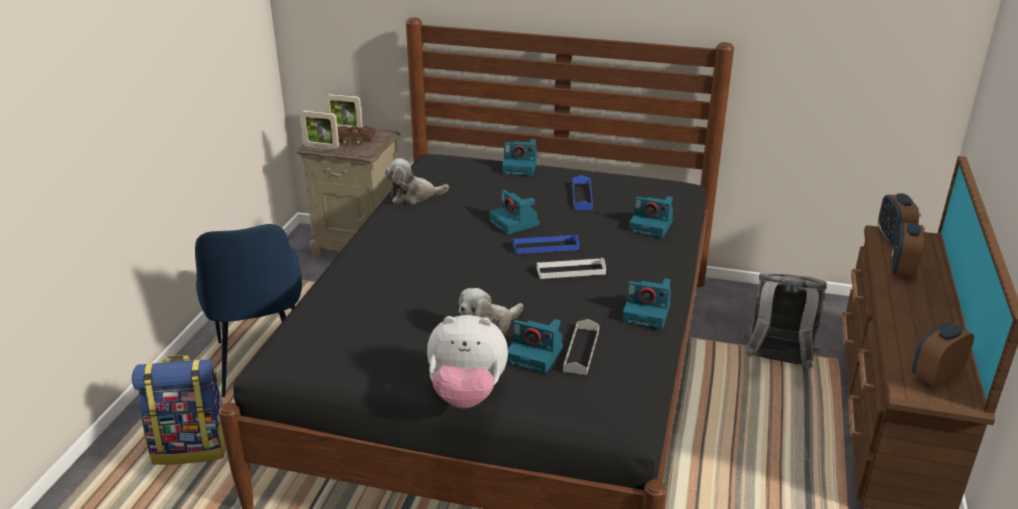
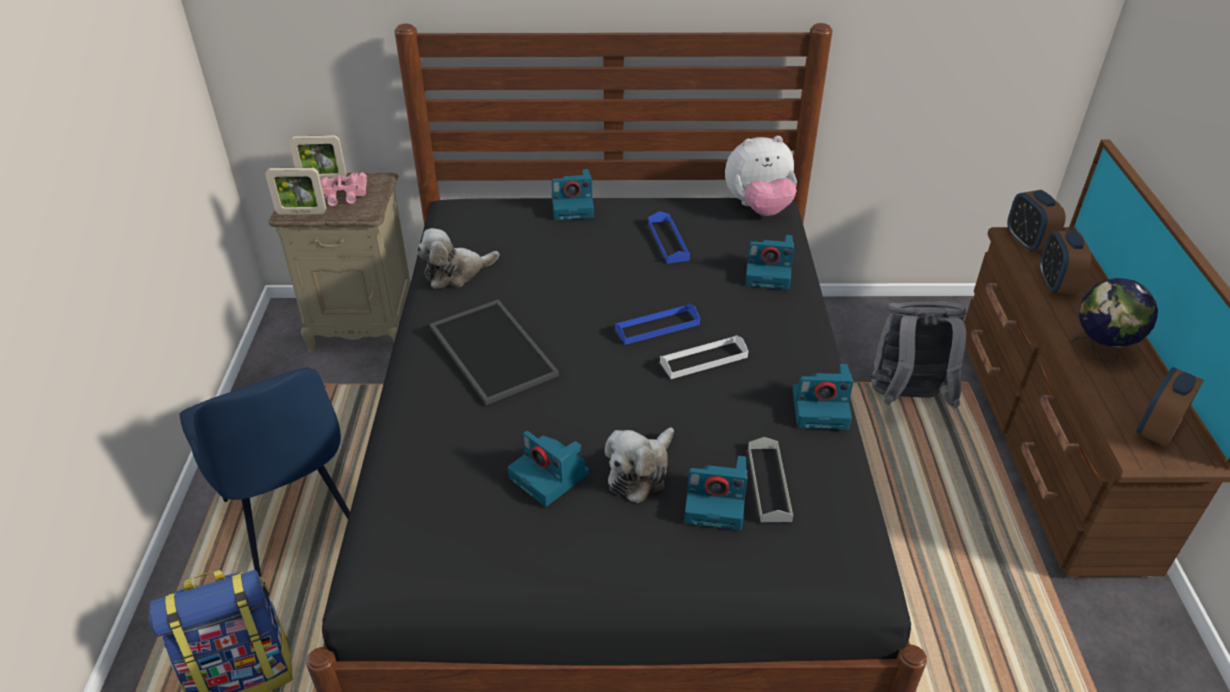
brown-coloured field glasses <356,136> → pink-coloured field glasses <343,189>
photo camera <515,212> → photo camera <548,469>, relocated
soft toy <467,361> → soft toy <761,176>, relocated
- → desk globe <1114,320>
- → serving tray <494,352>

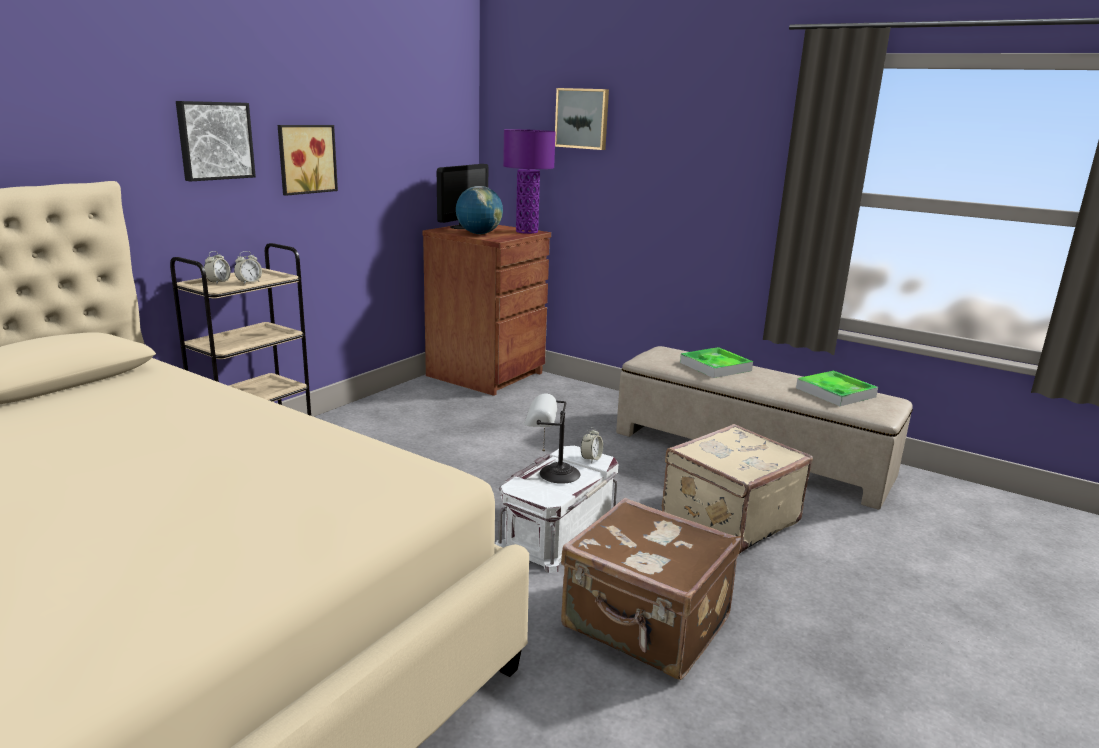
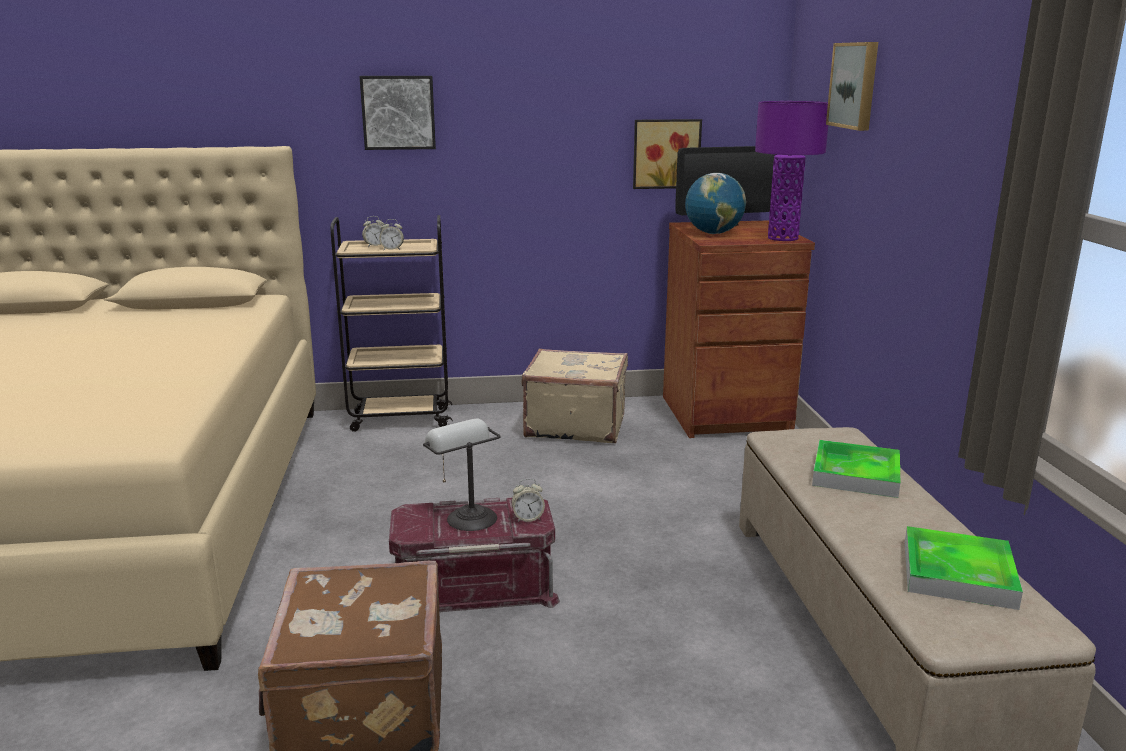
picture <308,160> → picture <667,154>, relocated
sand-coloured travel case <737,489> → sand-coloured travel case <574,396>, relocated
whitish storage bin <556,509> → red storage bin <474,555>

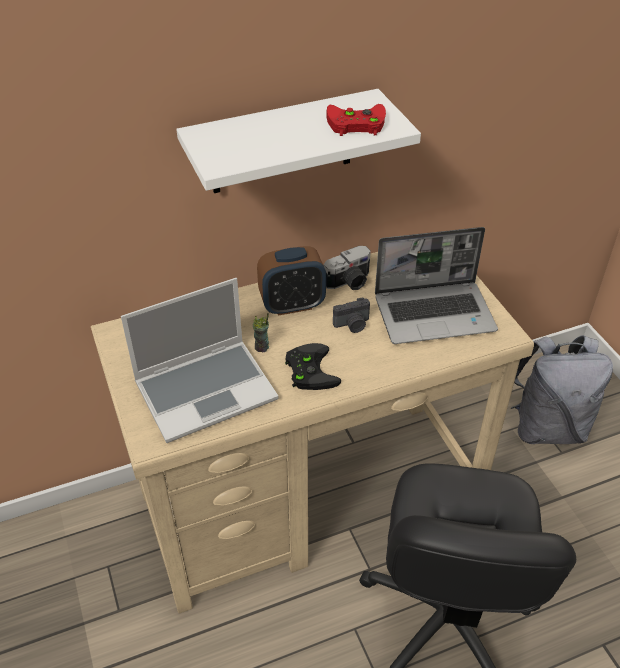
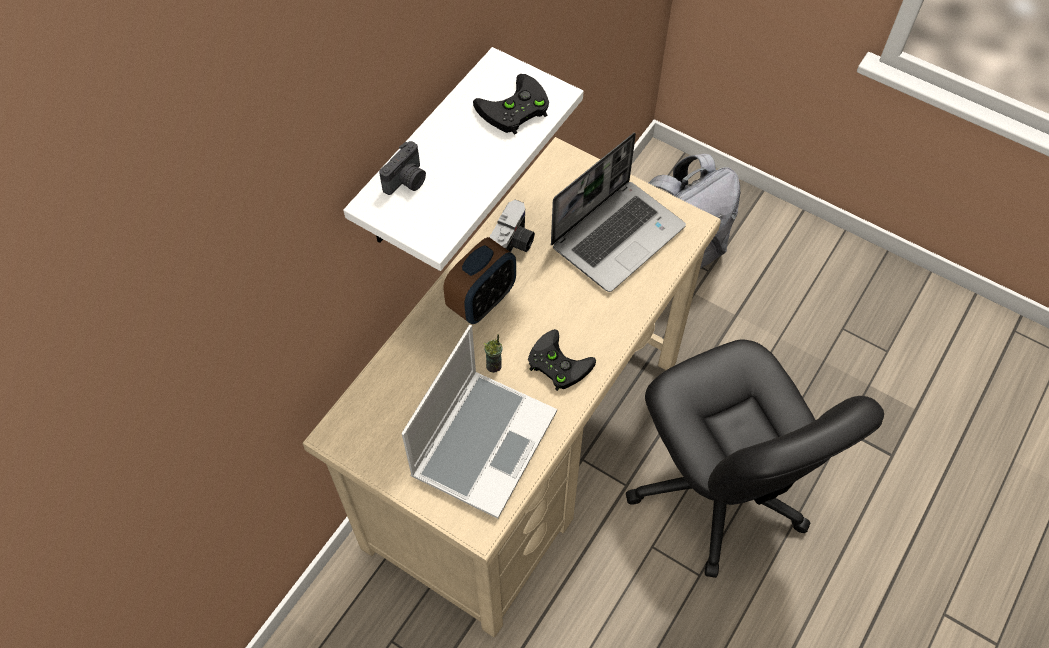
red game controller <356,120> → black-coloured game controller <511,104>
photo camera <351,315> → photo camera <402,168>, relocated

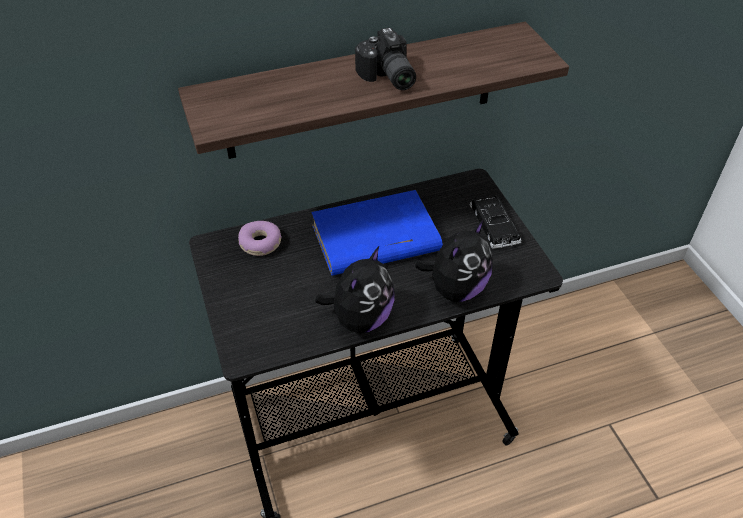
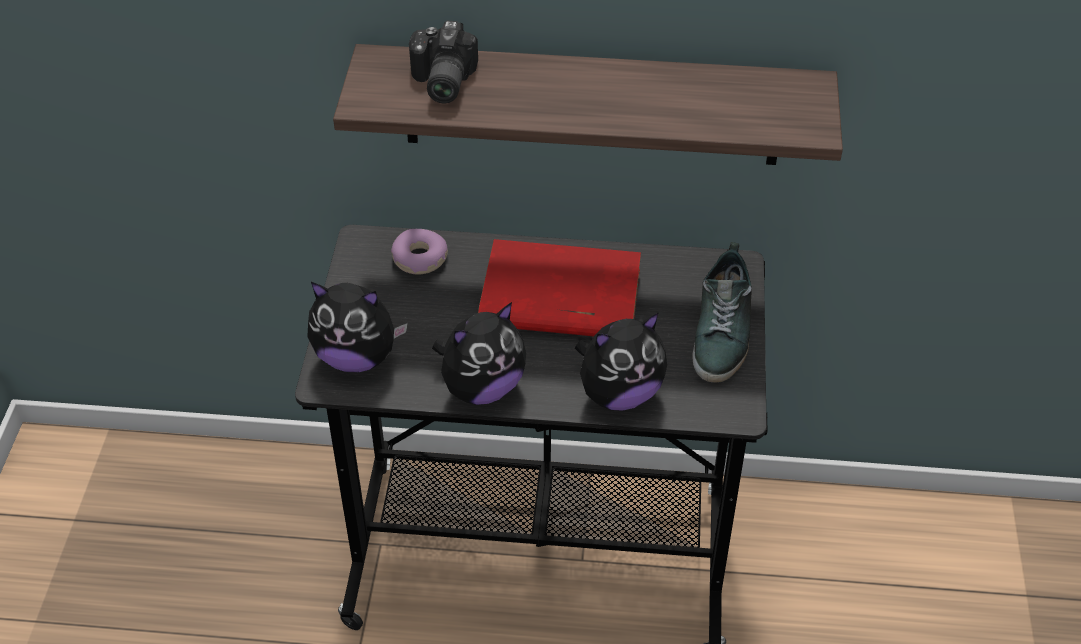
photo camera <385,58> → photo camera <443,62>, relocated
blue-coloured bound book <377,233> → red bound book <559,287>
black-coloured miniature car <496,222> → item of footwear <722,312>
- → soft toy <357,327>

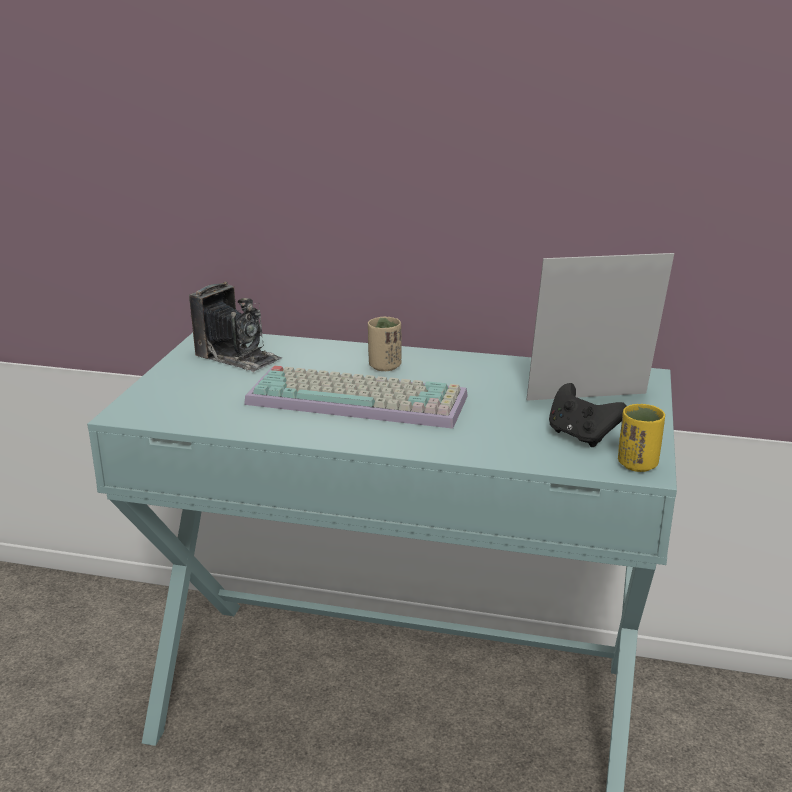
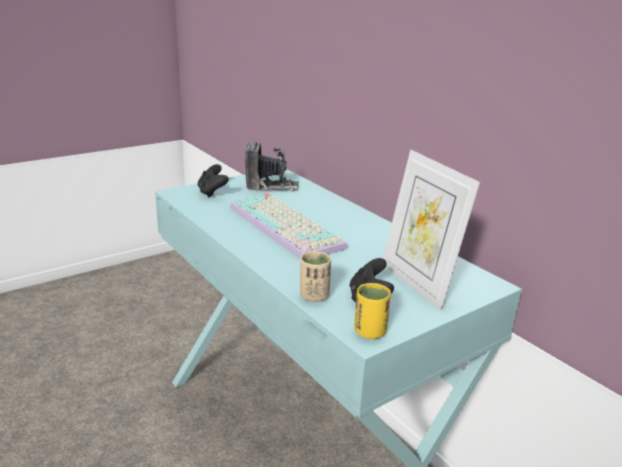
standing frame <600,327> → standing frame <431,230>, 150 degrees counterclockwise
photo camera <236,326> → photo camera <272,166>, 75 degrees counterclockwise
sand-coloured cup <385,344> → sand-coloured cup <315,277>, relocated
- → black-coloured game controller <213,180>

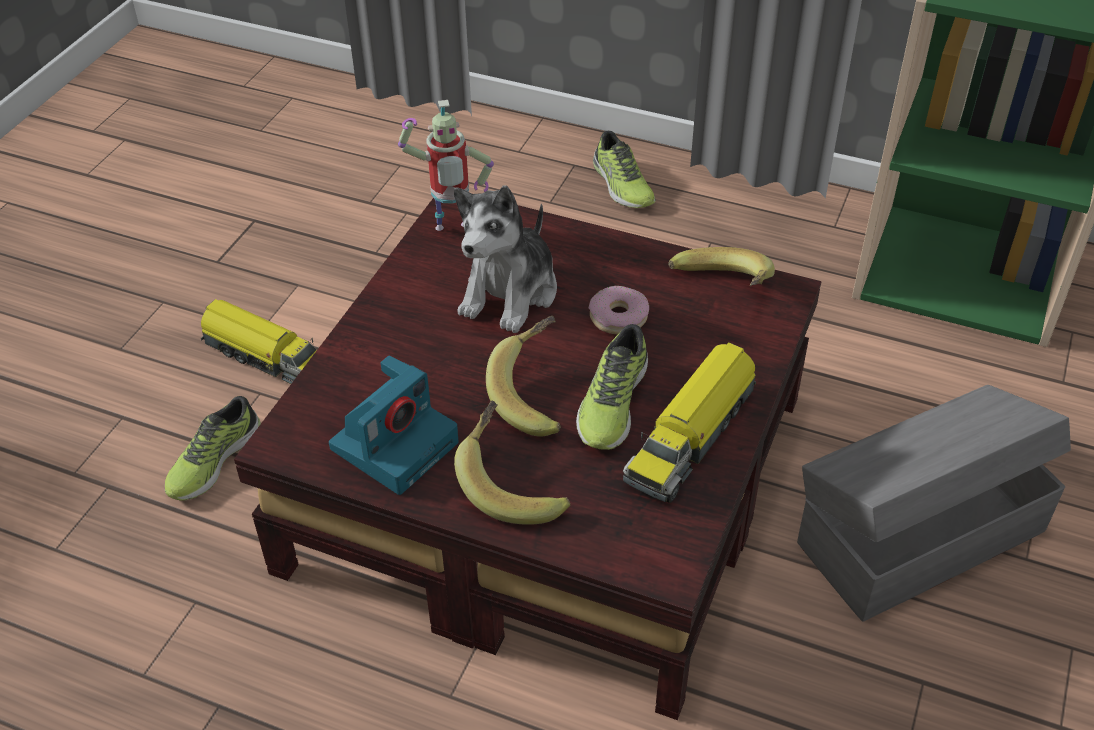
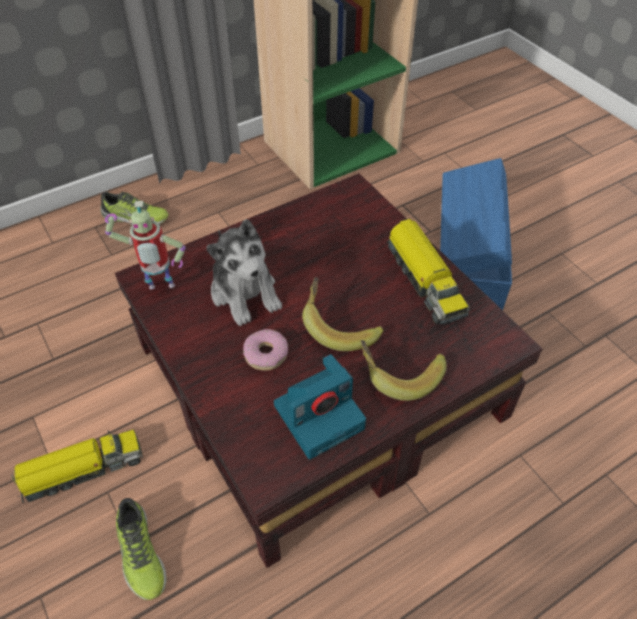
toy robot <446,165> → toy robot <145,245>, 60 degrees clockwise
banana <721,267> → -
doughnut <619,310> → doughnut <265,350>, relocated
item of footwear <612,387> → -
photo camera <394,425> → photo camera <320,406>, 75 degrees clockwise
greyish storage bin <934,503> → blue-coloured storage bin <476,234>

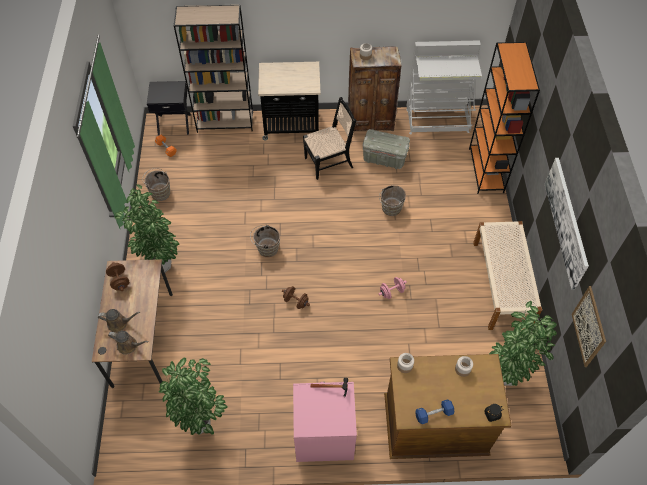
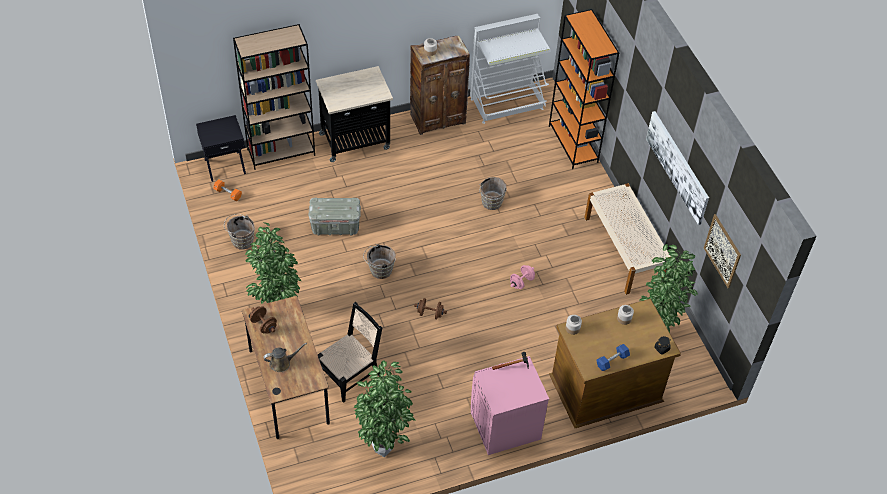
plain chair <329,138> → plain chair <350,352>, relocated
greyish storage bin <386,149> → greyish storage bin <335,216>, relocated
brown-coloured watering pot <128,343> → -

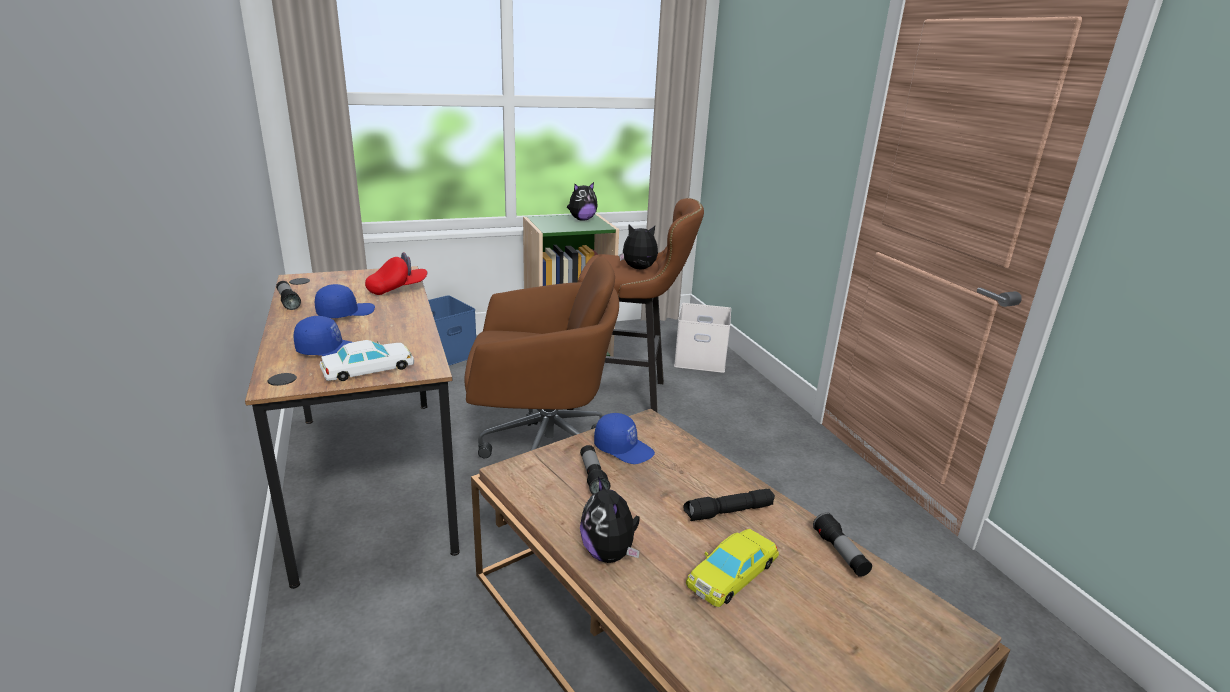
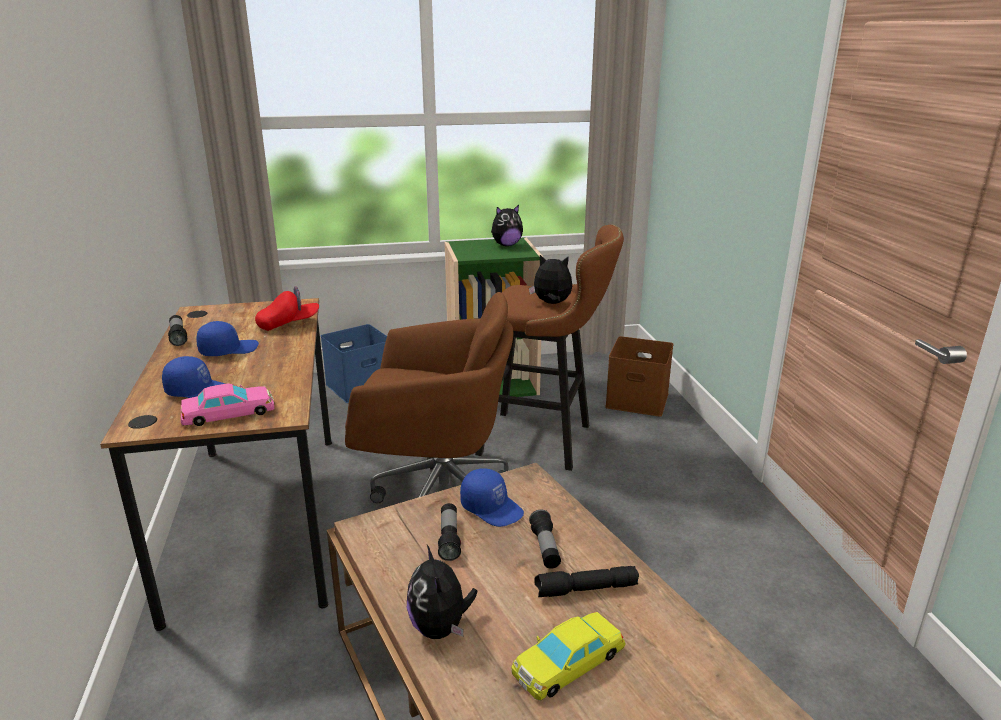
whitish storage bin <702,338> → brown-coloured storage bin <639,376>
whitish miniature car <367,360> → pink-coloured miniature car <227,404>
hand torch <842,544> → hand torch <545,539>, relocated

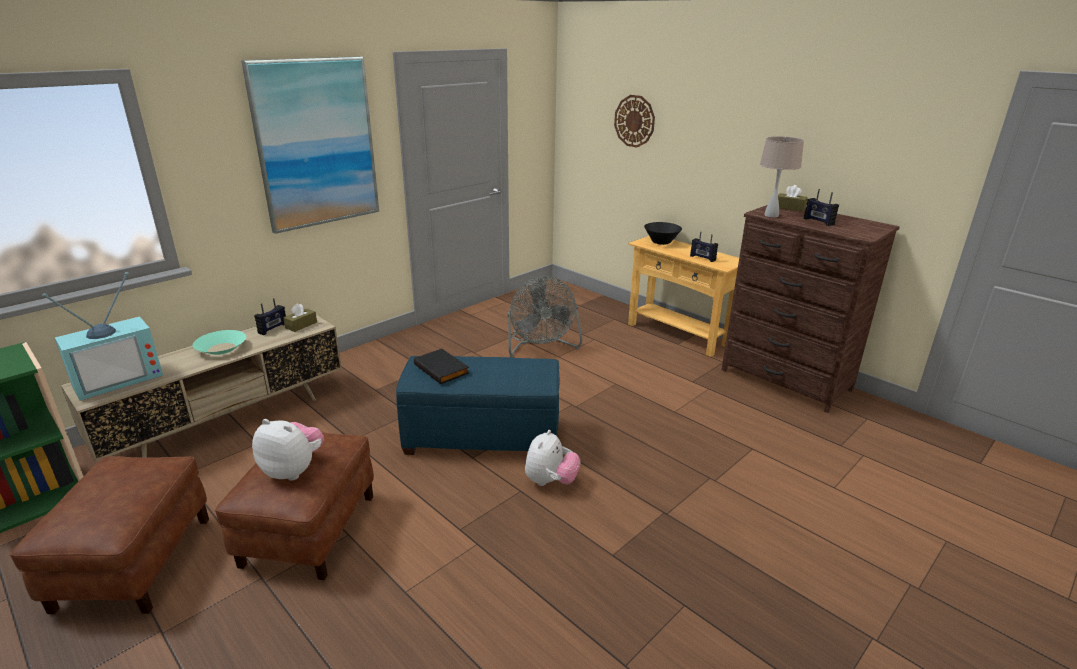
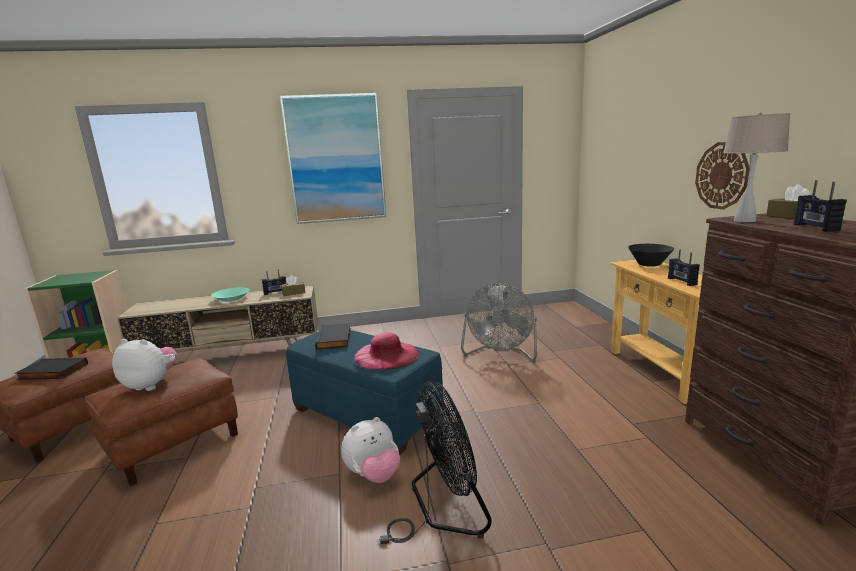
wall clock <634,121> → wall clock <722,176>, relocated
TV set <102,336> → -
soft toy <288,450> → soft toy <144,365>, 45 degrees counterclockwise
- → pink-coloured clothing hat <386,351>
- → black-coloured bound book <51,368>
- → black-coloured fan <435,462>

